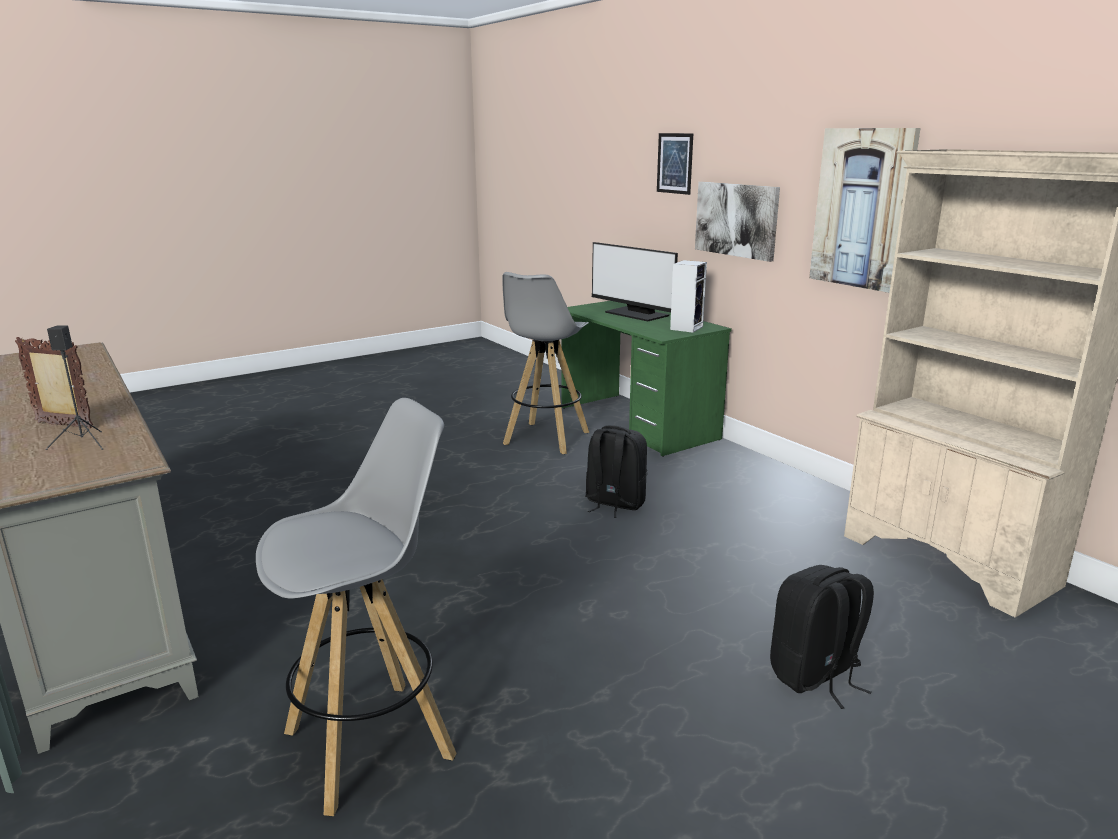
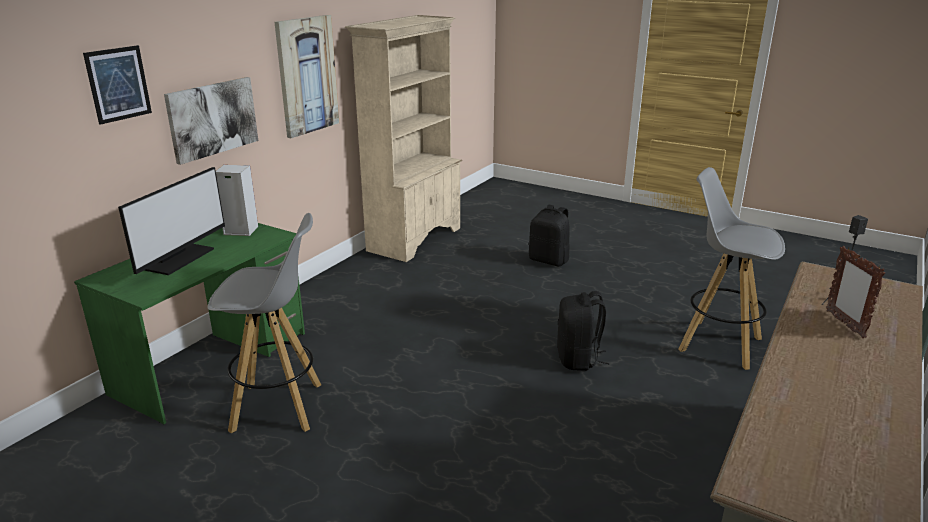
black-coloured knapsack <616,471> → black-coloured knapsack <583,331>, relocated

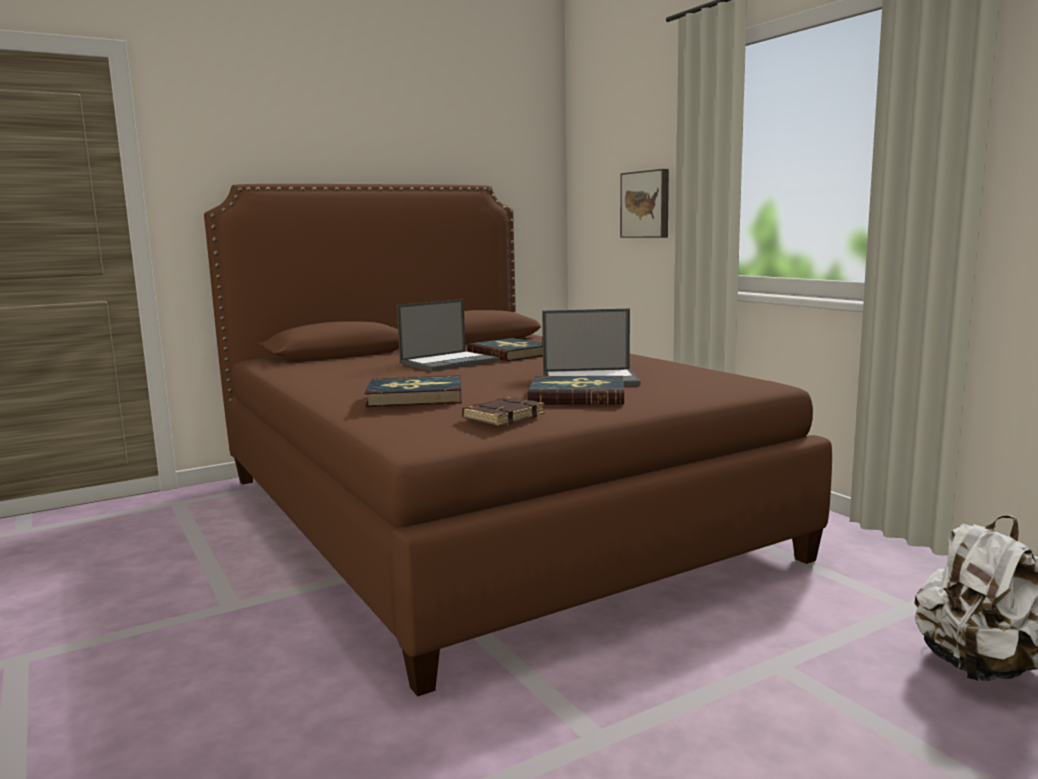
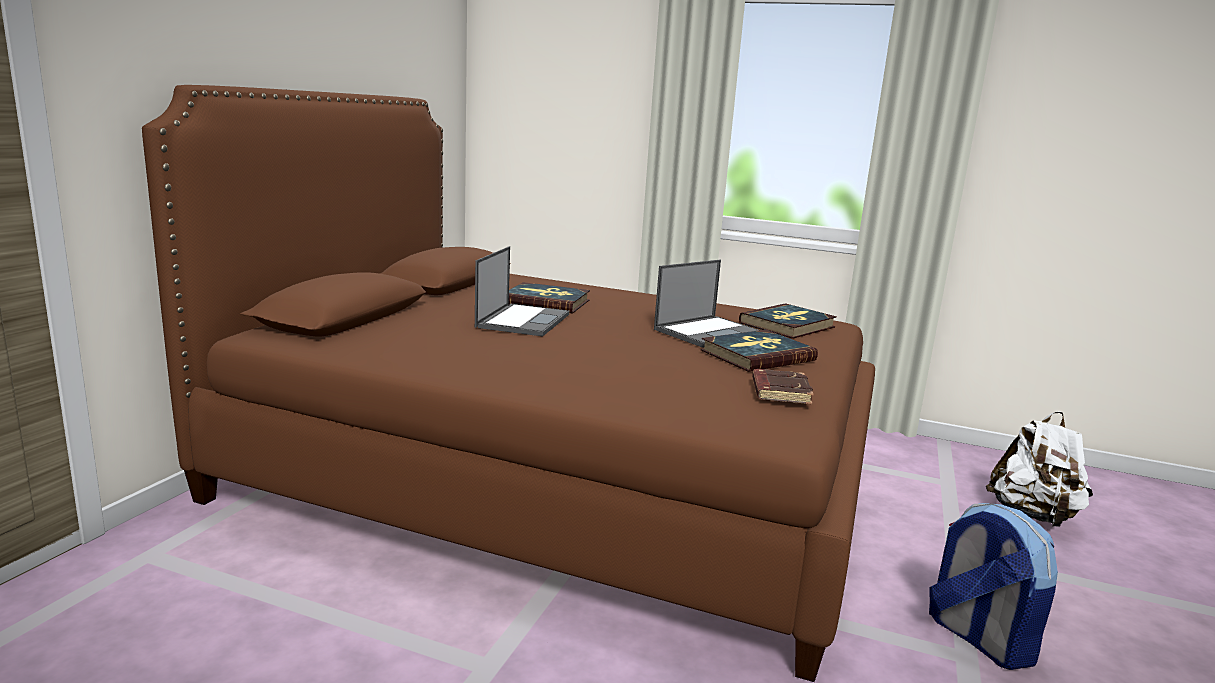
picture <644,203> → -
bound book <413,391> → bound book <788,321>, relocated
- → knapsack <993,586>

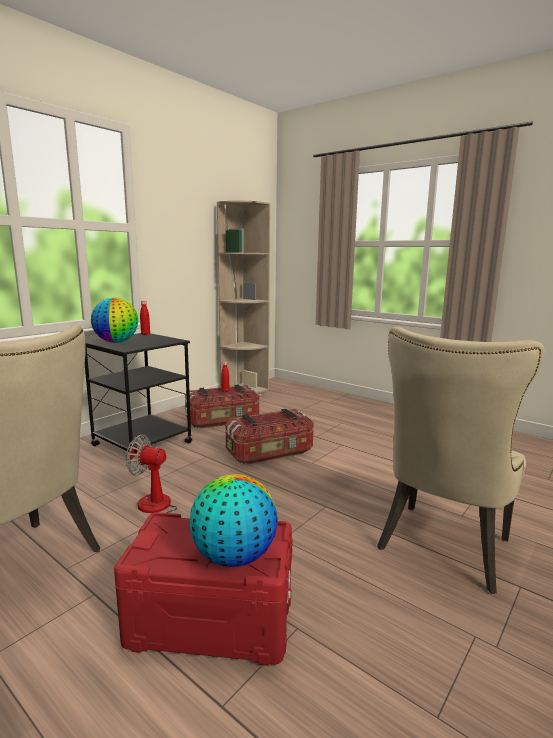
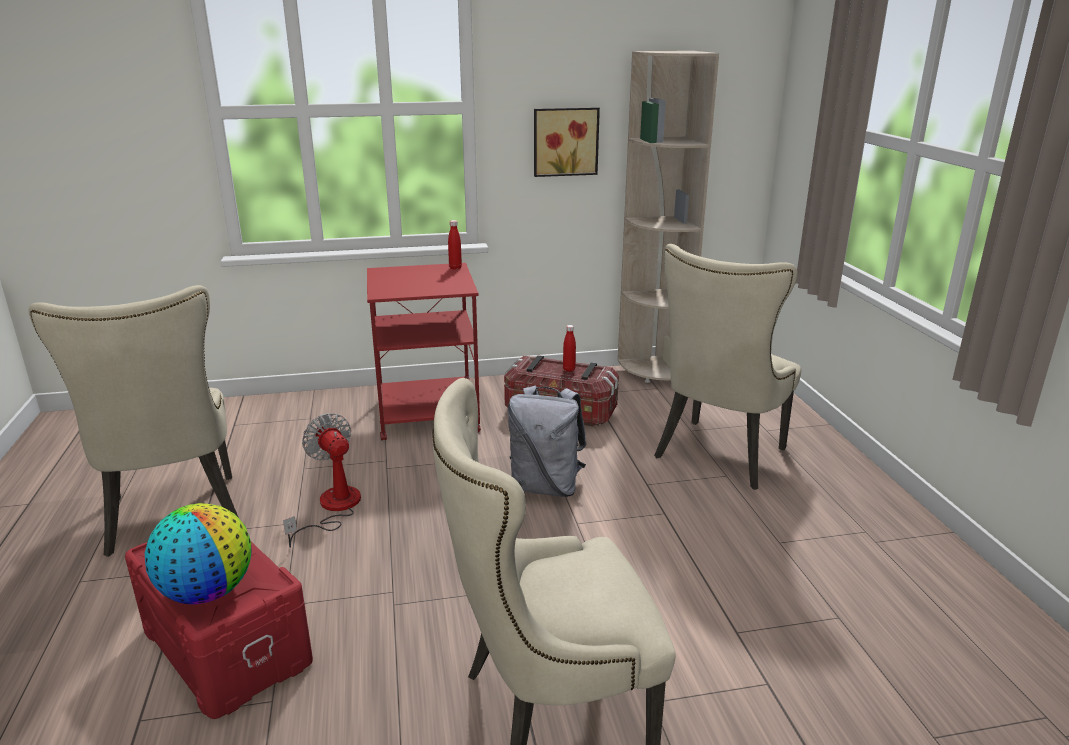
desk globe <114,320> → -
black-coloured cart <138,398> → red cart <424,352>
storage bin <269,437> → greyish knapsack <547,441>
- → picture <567,142>
- → sand-coloured plain chair <727,367>

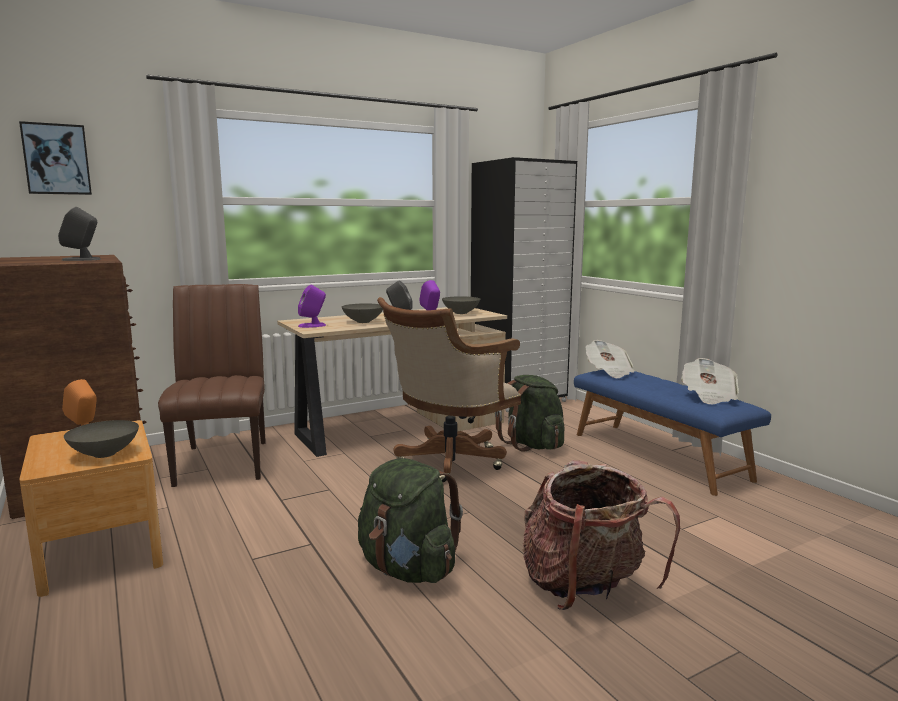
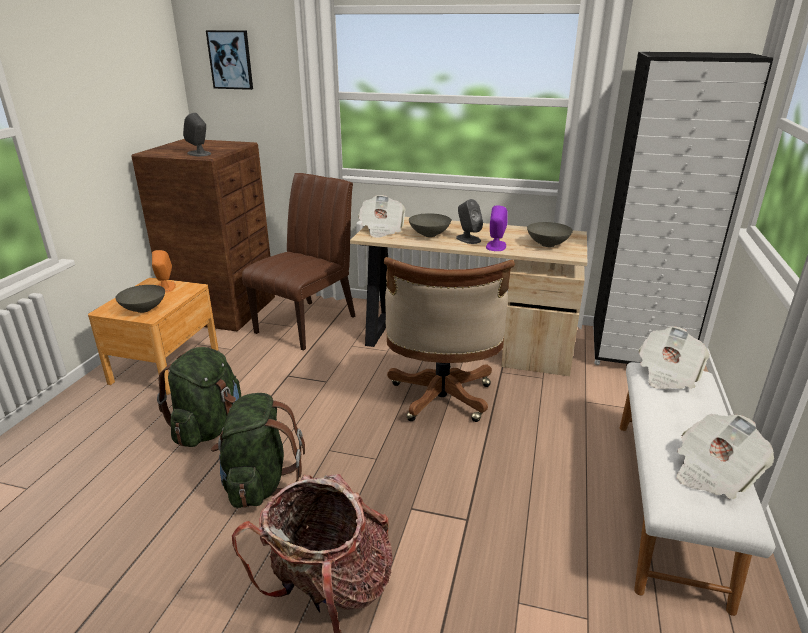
purple loudspeaker <312,306> → newspaper <382,216>
desk chair <449,389> → desk chair <449,339>, 90 degrees counterclockwise
blue-coloured long seat <672,433> → whitish long seat <697,489>
green-coloured knapsack <529,413> → green-coloured knapsack <199,397>, relocated

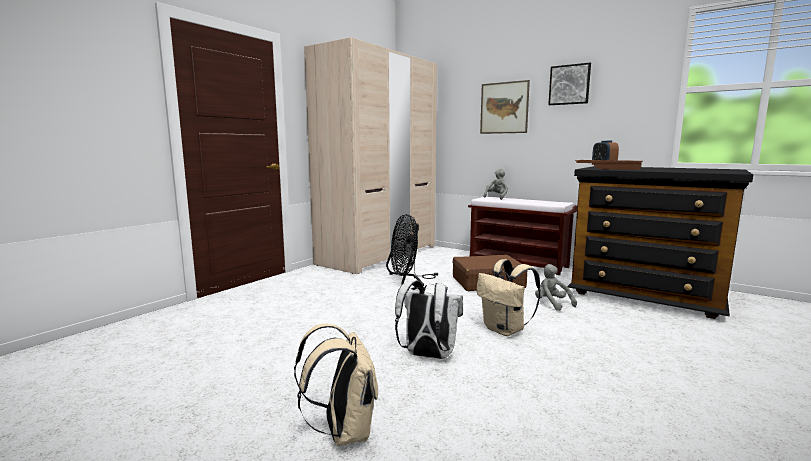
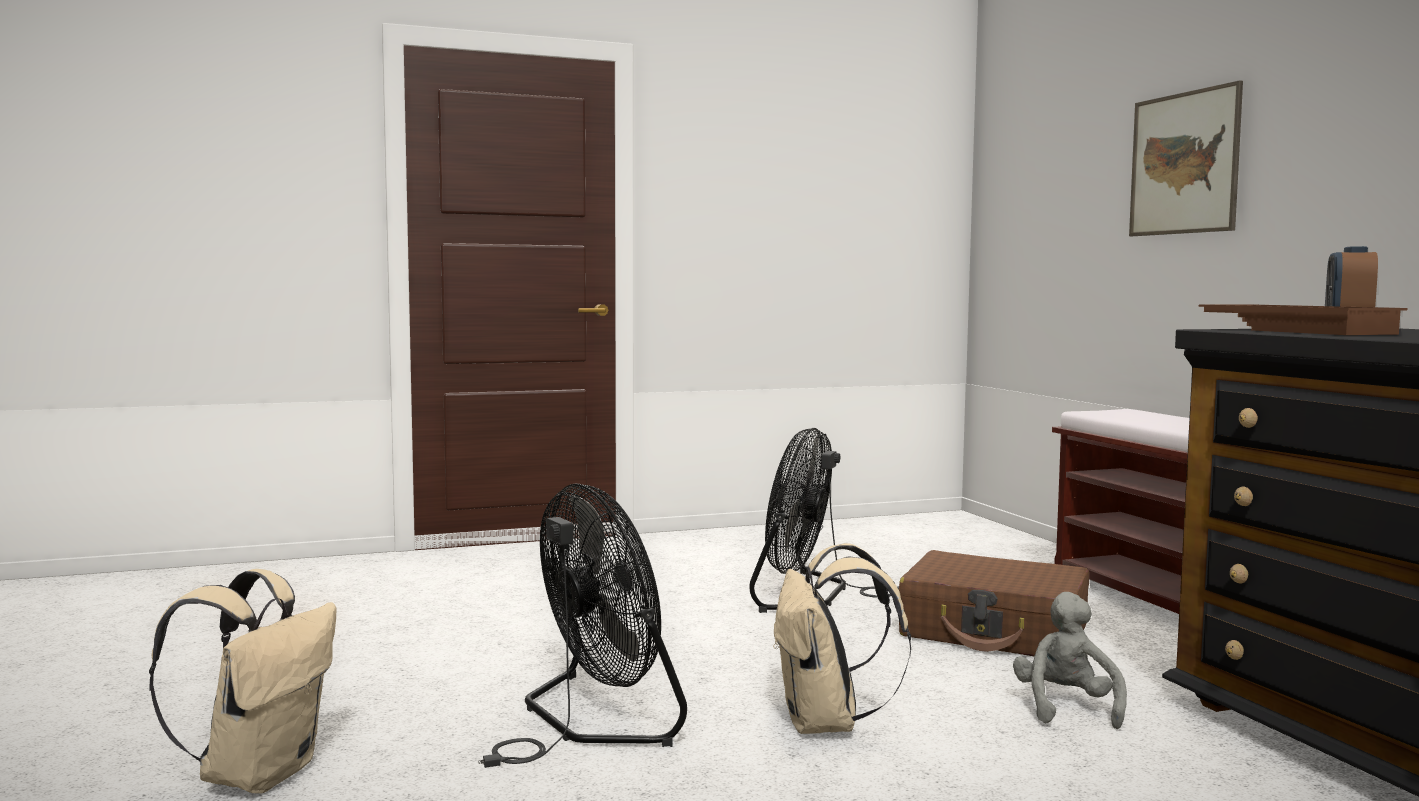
sand-coloured armoire <370,155> → -
picture <569,84> → -
greyish soft toy <495,184> → -
whitish knapsack <429,319> → black-coloured fan <582,626>

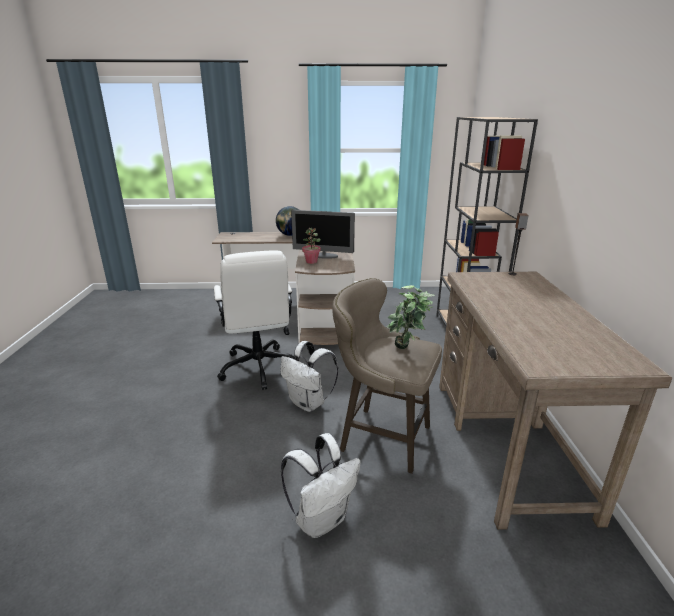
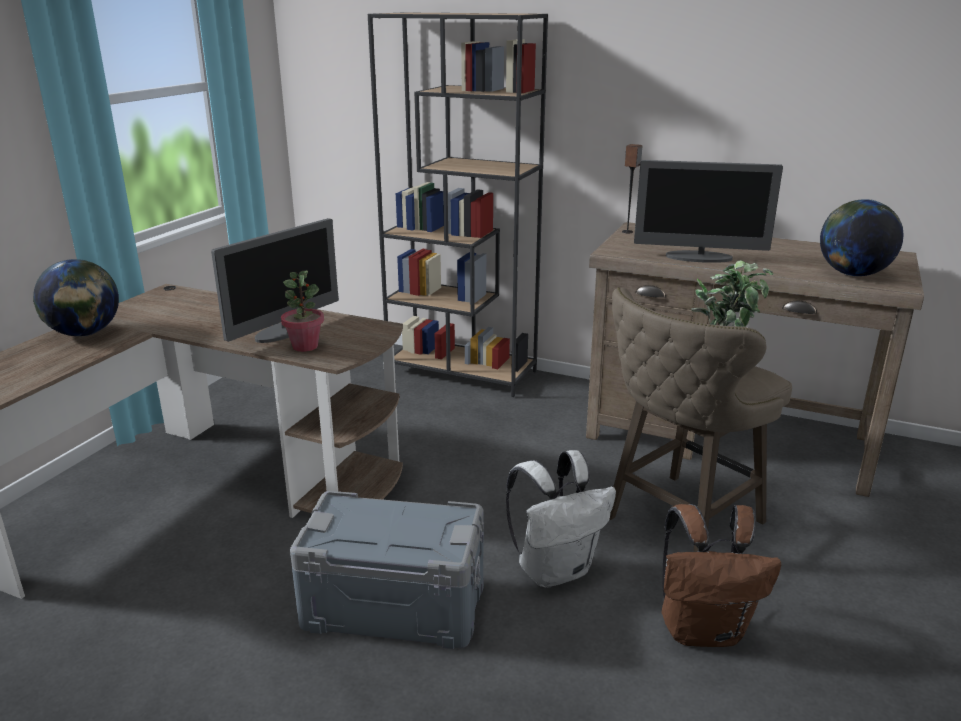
whitish desk chair <254,320> → greyish storage bin <387,570>
whitish knapsack <321,485> → -
- → monitor <708,211>
- → desk globe <862,237>
- → brown-coloured knapsack <721,575>

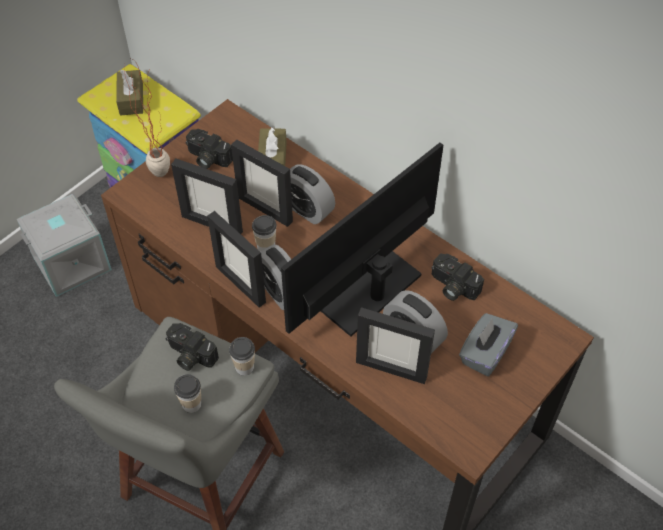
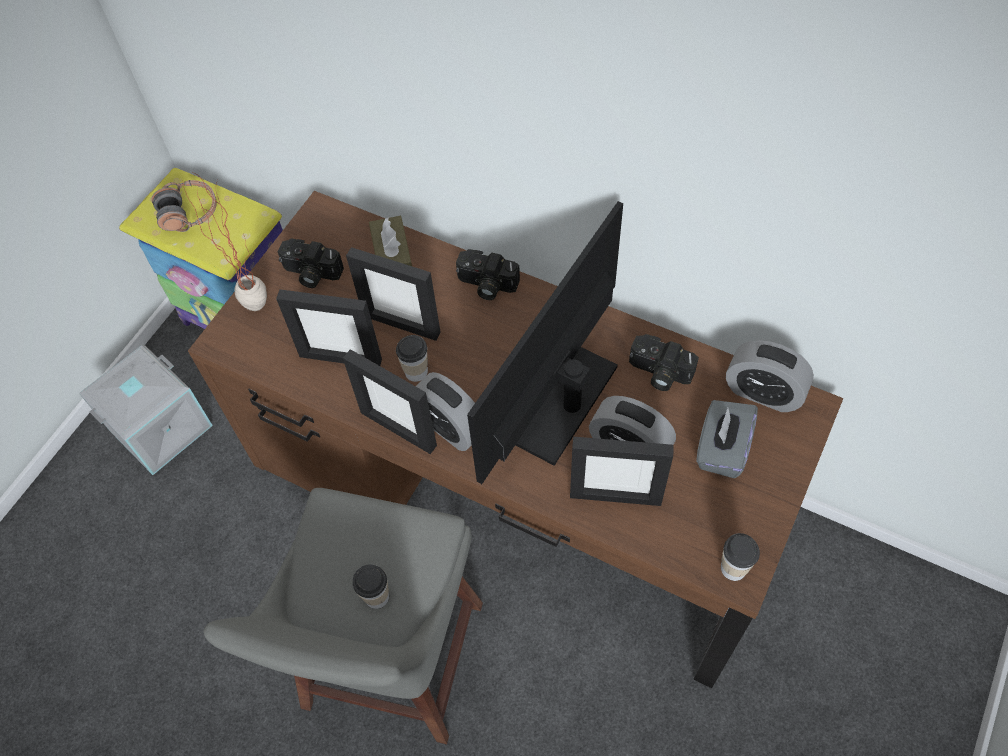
brown-coloured tissue box <129,93> → headphones <184,206>
bedside clock <312,194> → bedside clock <770,376>, relocated
photo camera <192,347> → photo camera <488,274>, relocated
cup <242,356> → cup <740,557>, relocated

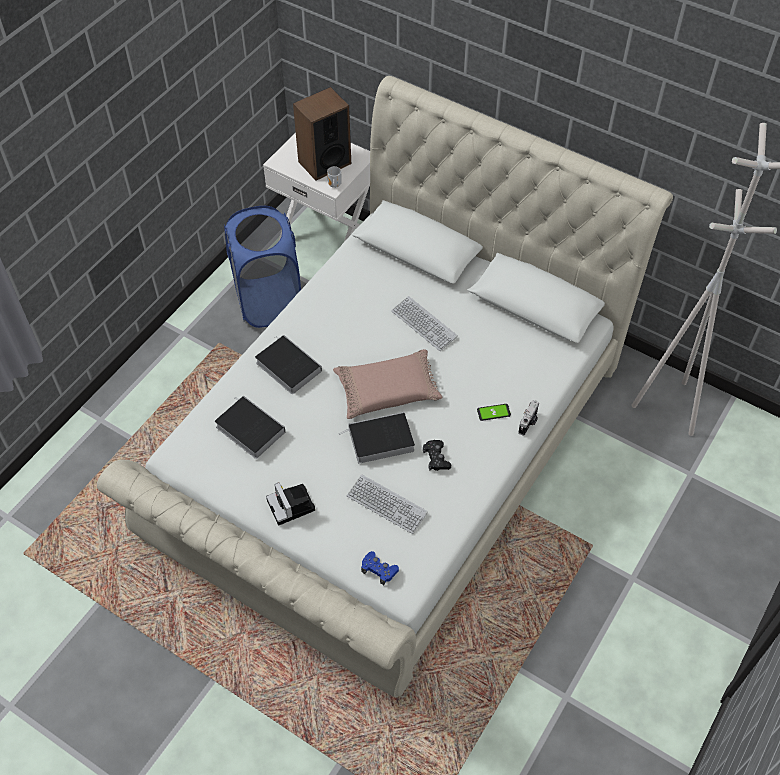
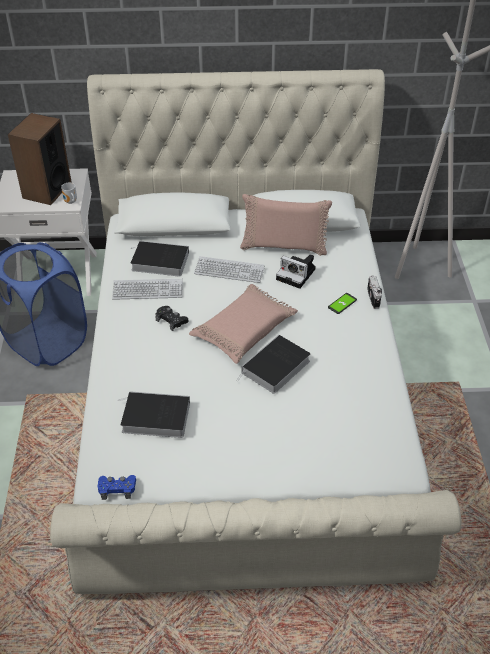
bound book <288,364> → bound book <160,259>, relocated
black-coloured game controller <437,455> → black-coloured game controller <172,318>, relocated
PC keyboard <387,504> → PC keyboard <147,289>, relocated
photo camera <290,503> → photo camera <296,271>, relocated
blue-coloured game controller <380,568> → blue-coloured game controller <117,487>, relocated
- → sand-coloured pillow <286,225>

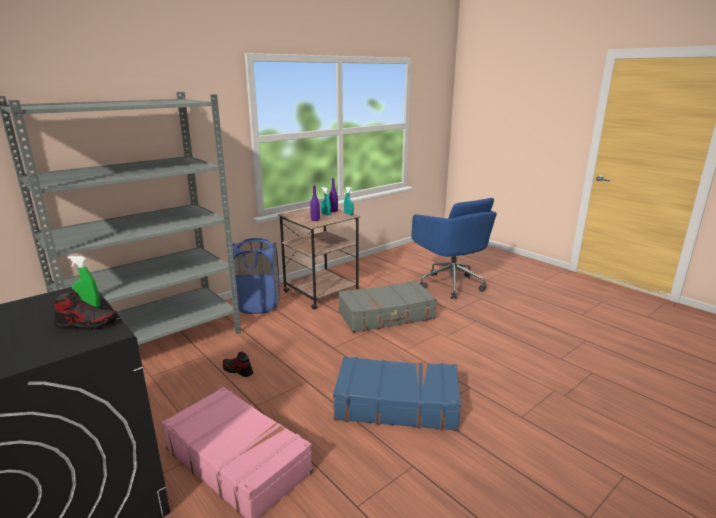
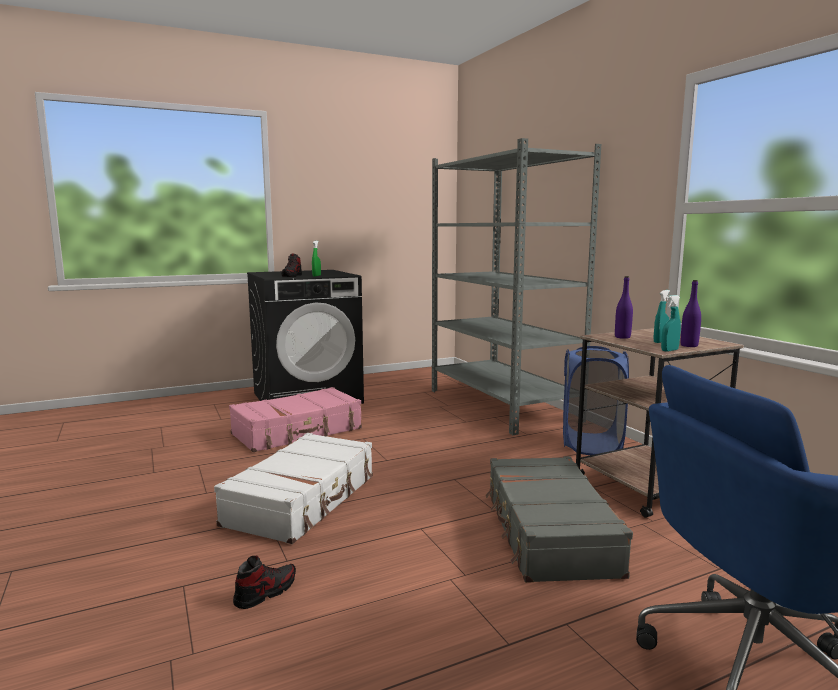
item of footwear <238,364> → item of footwear <264,582>, relocated
blue-coloured travel case <397,393> → whitish travel case <293,488>

